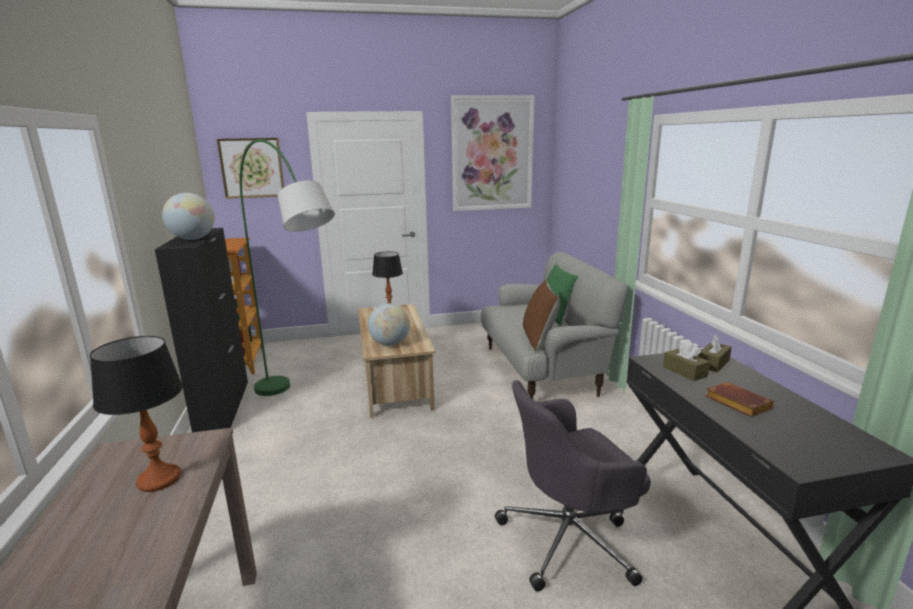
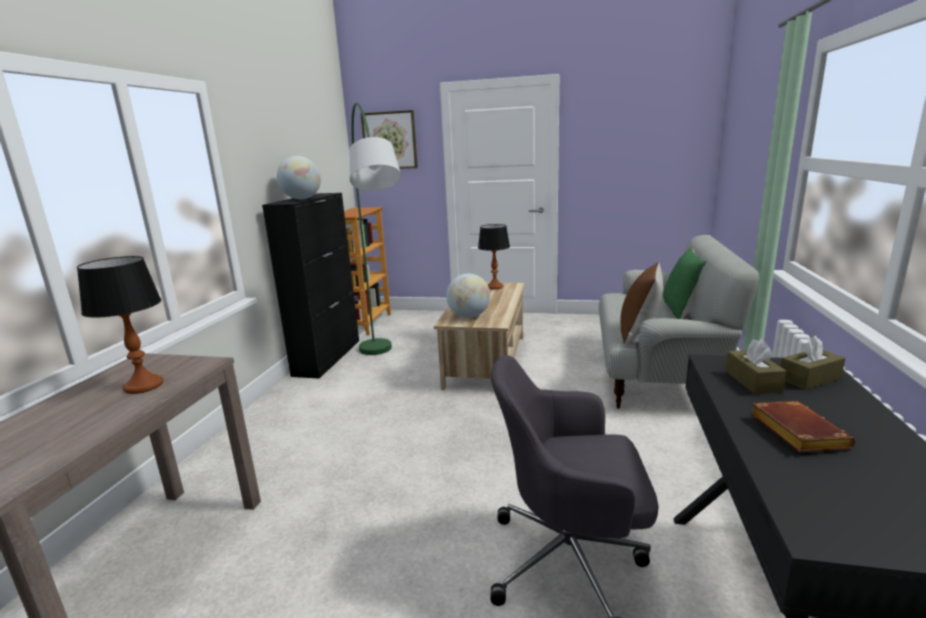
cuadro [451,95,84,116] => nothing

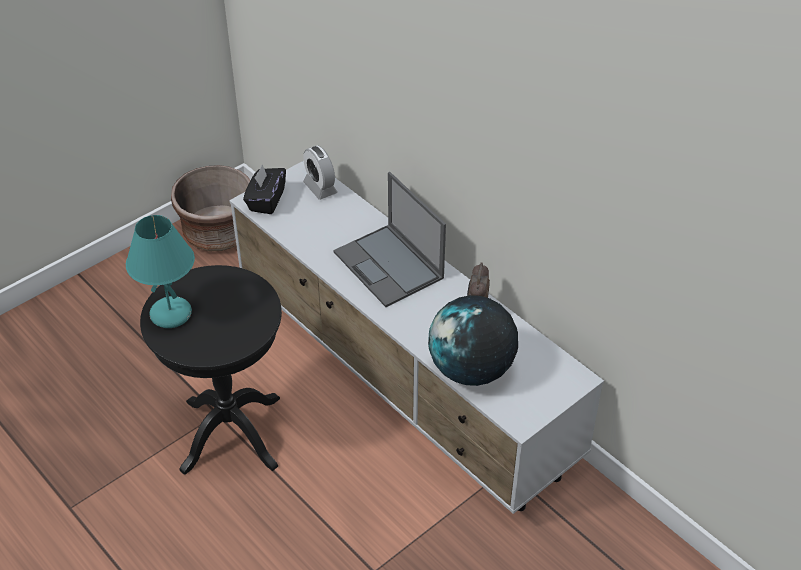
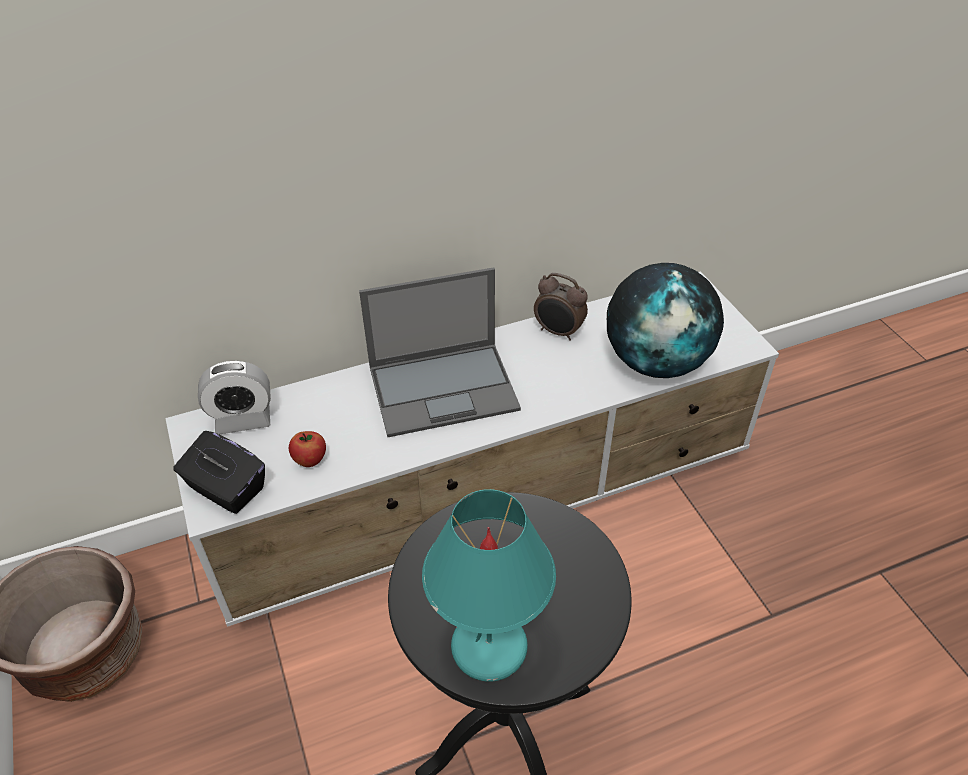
nothing => manzana [289,431,37,36]

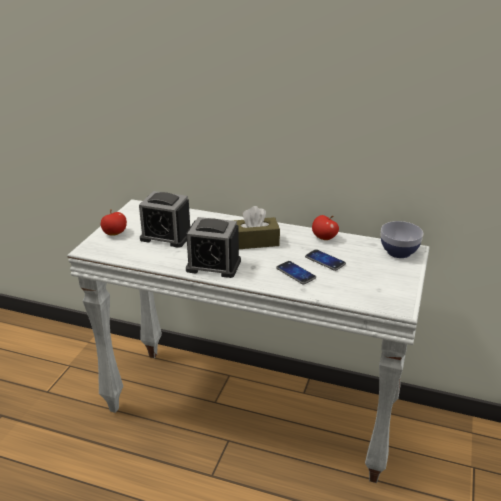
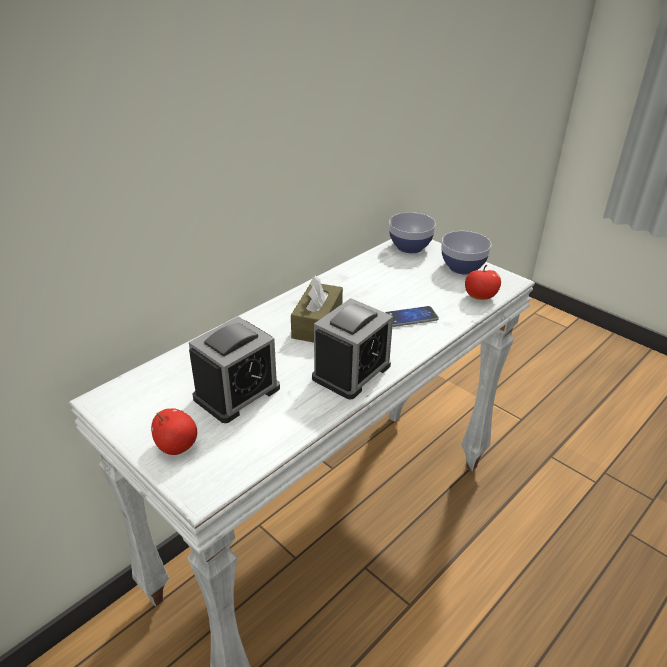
móvil [305,249,41,22] => nothing
nothing => cuenco [441,231,50,43]
manzana [312,215,27,25] => manzana [465,265,36,35], shifted

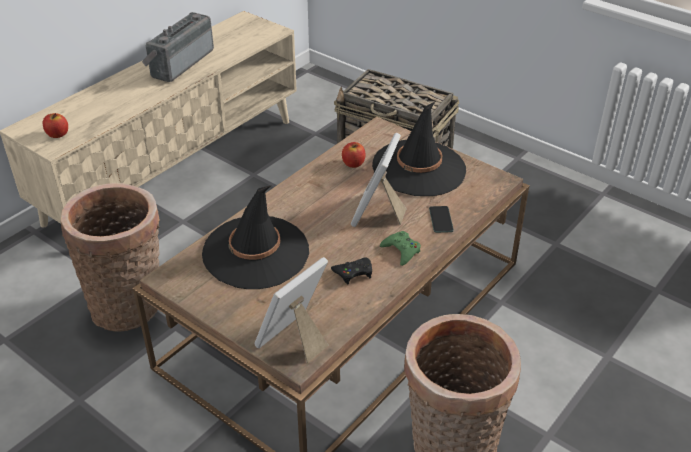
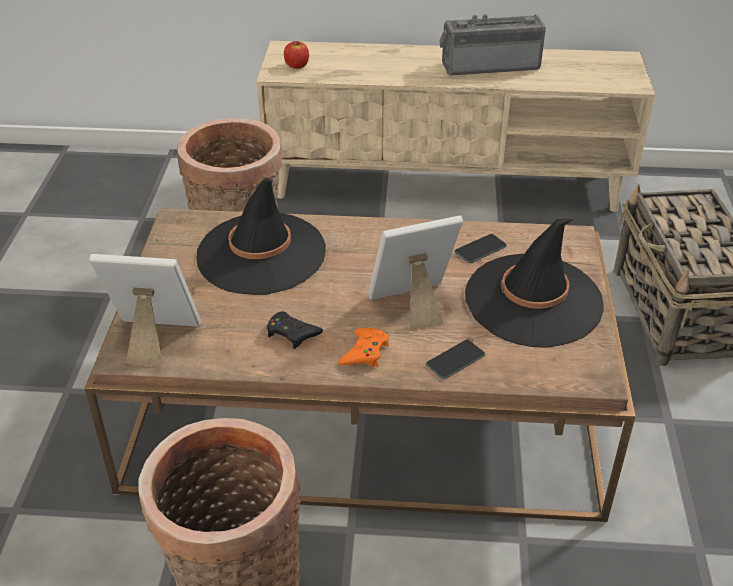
manzana [342,142,24,26] => móvil [454,234,53,29]
mando de consola [verde] [380,231,41,35] => mando de consola [naranja] [338,328,51,39]

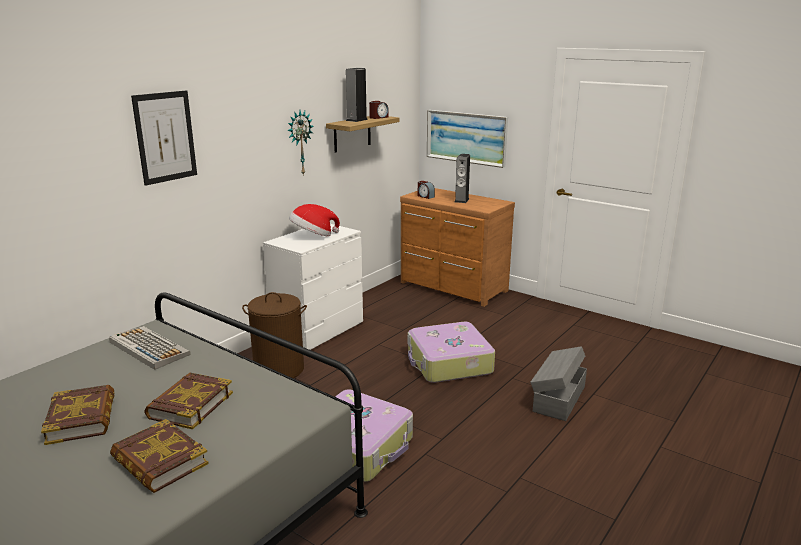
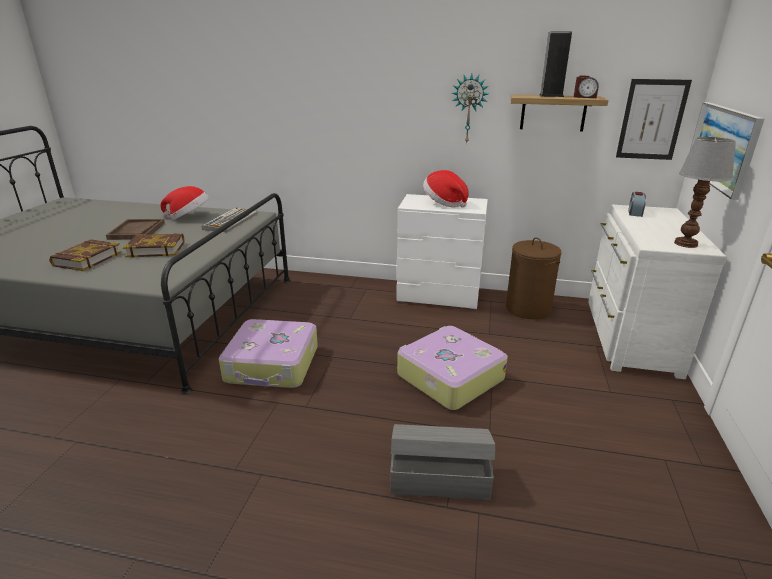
altavoz [455,154,15,49] => nothing
nothing => sombrero [160,186,49,33]
nothing => lámpara de mesa [674,137,62,111]
cuadro [131,90,66,96] => cuadro [616,79,76,81], shifted
cesto de la ropa [marrón] [242,292,65,86] => cesto de la ropa [marrón] [506,237,56,82], shifted
libro [41,385,73,60] => bandeja [marrón] [106,219,59,21]
cómoda [marrón] [400,188,115,119] => cómoda [blanco] [588,205,139,174]

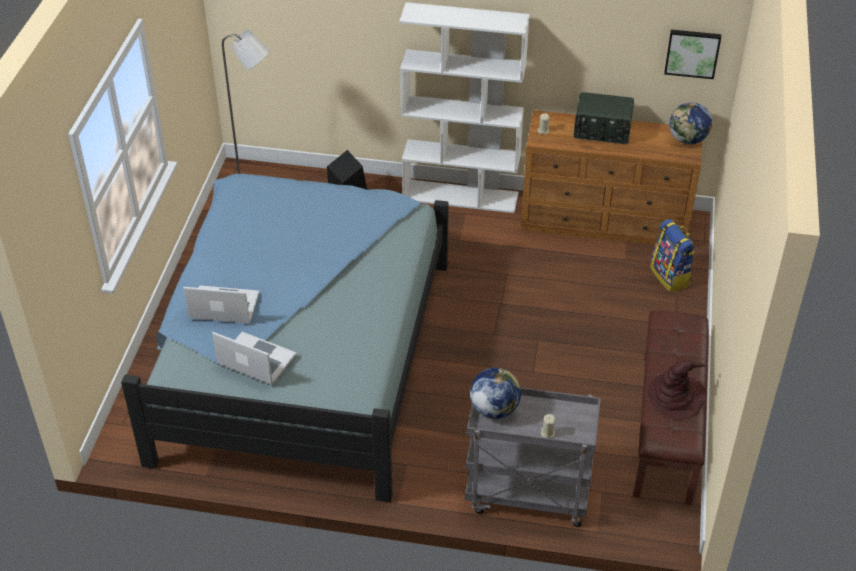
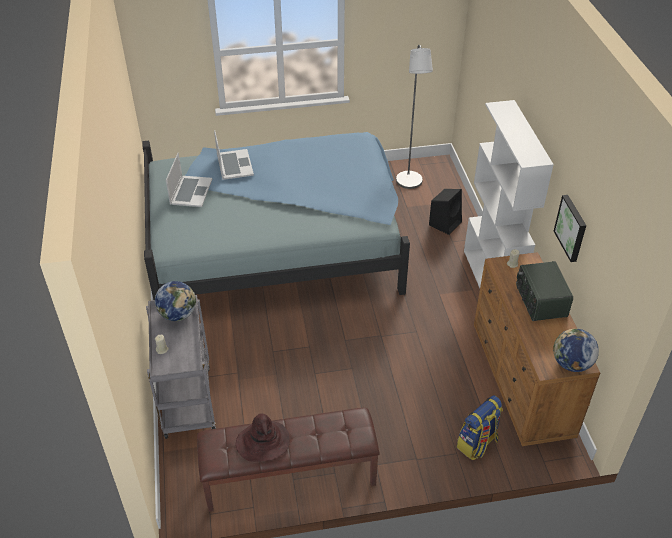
cuadro [664,30,57,49] => cuadro [554,195,32,67], shifted

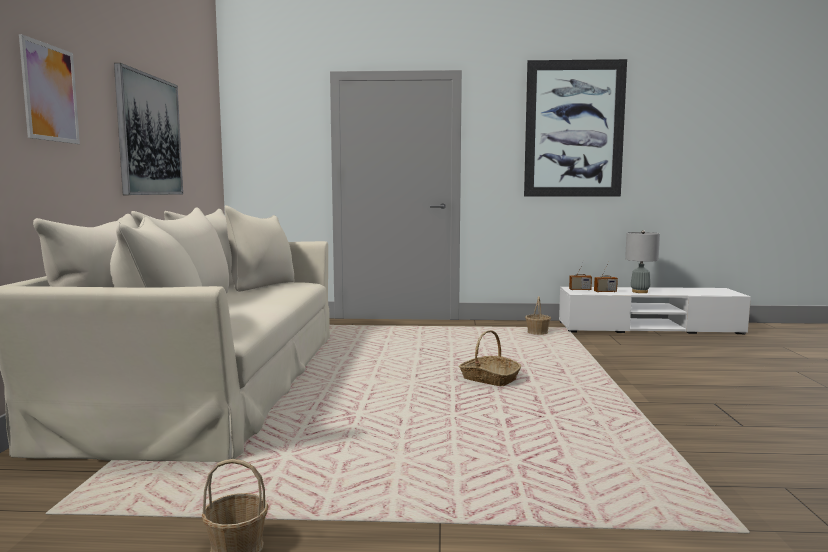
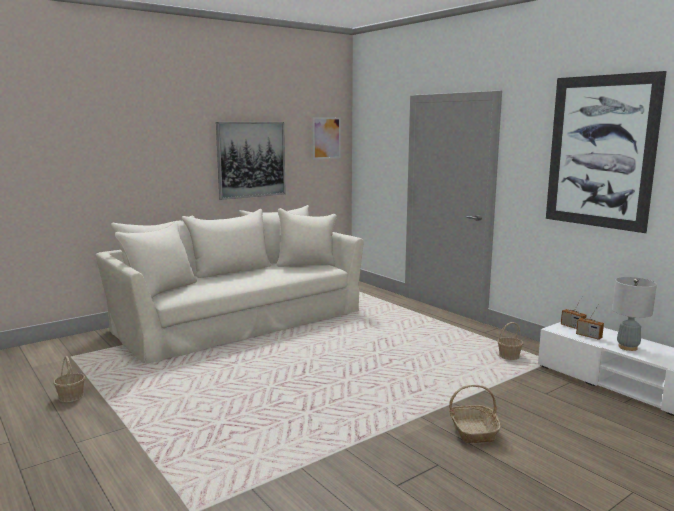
cuadro [19,34,61,110] => cuadro [312,117,29,43], shifted
cesta [459,330,62,56] => cesta [449,385,52,58], shifted

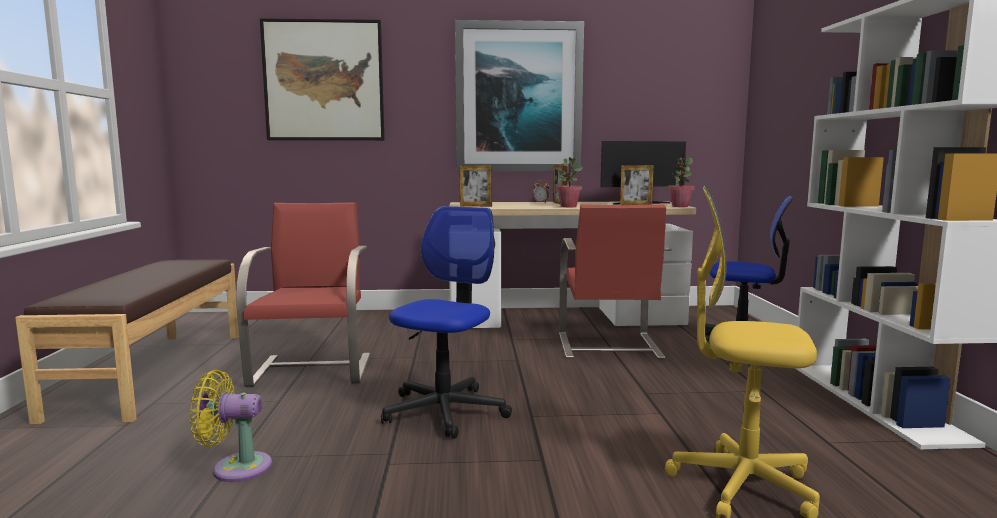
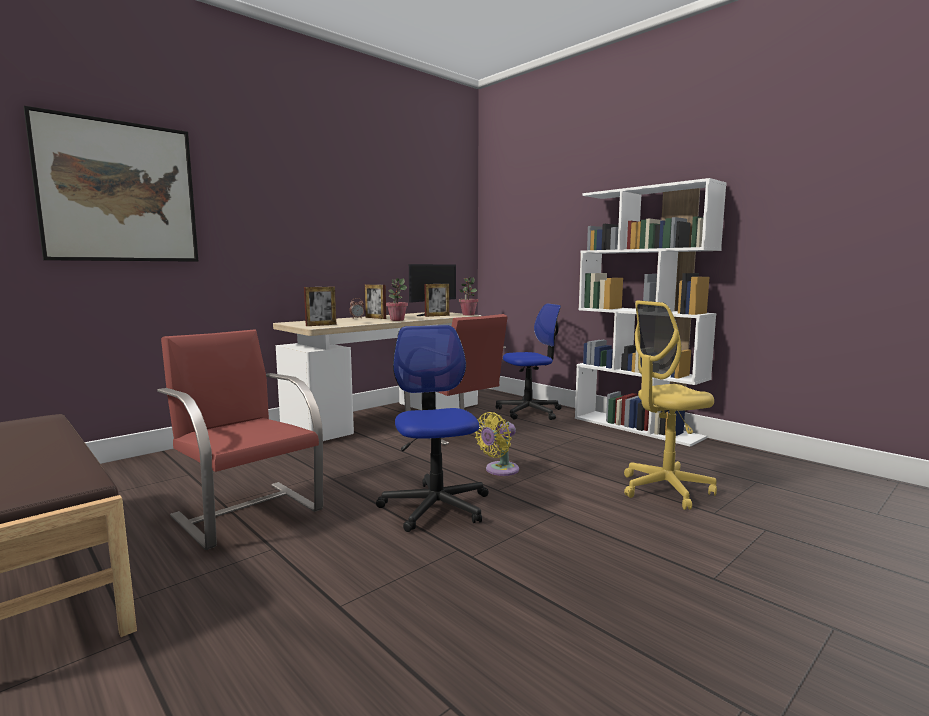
cuadro [455,20,129,152] => nothing
ventilador [amarillo] [190,370,82,112] => ventilador [amarillo] [475,412,44,64], shifted

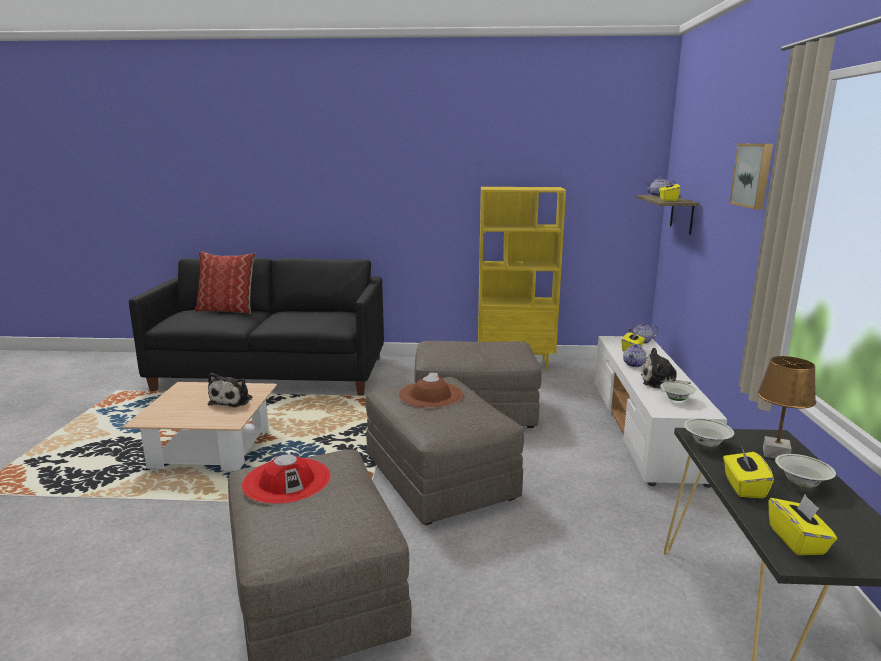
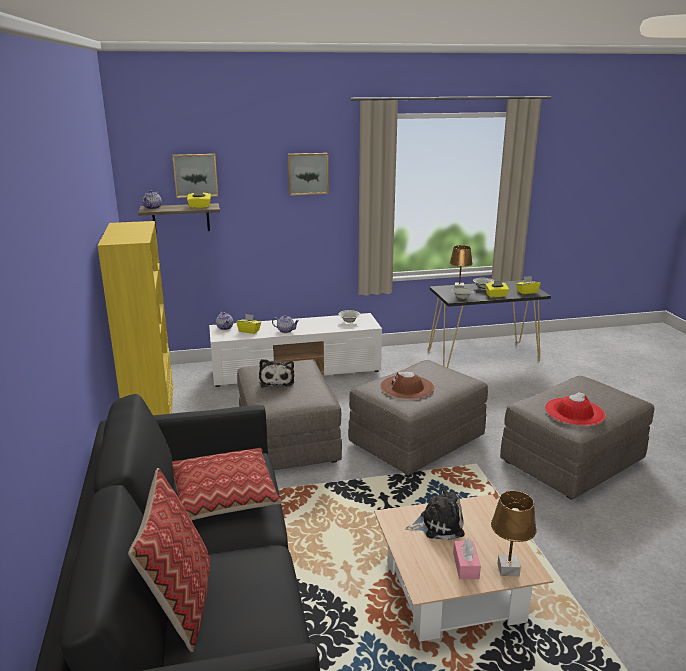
nothing => cuadro [172,154,46,44]
nothing => cojín [172,448,110,72]
nothing => caja de pañuelos [rosa] [453,538,28,41]
nothing => lámpara de mesa [marrón] [491,491,46,85]
peluche [641,348,50,41] => peluche [259,359,35,29], shifted

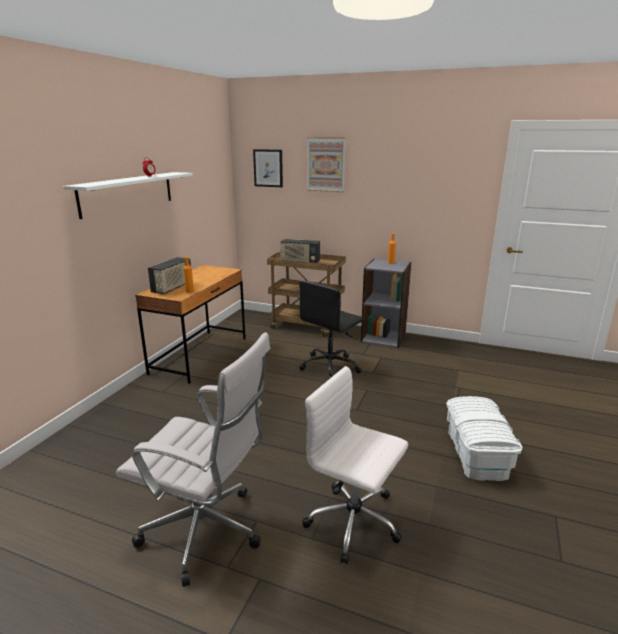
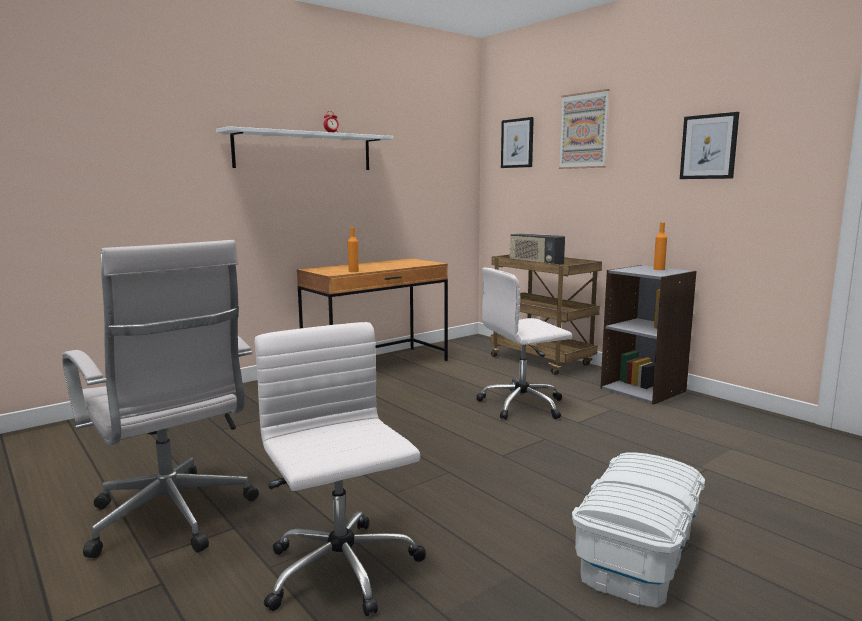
radio [148,257,43,37] => nothing
nothing => cuadro [680,112,59,67]
silla de oficina [negro] [299,281,65,99] => silla de oficina [blanco] [476,268,96,152]

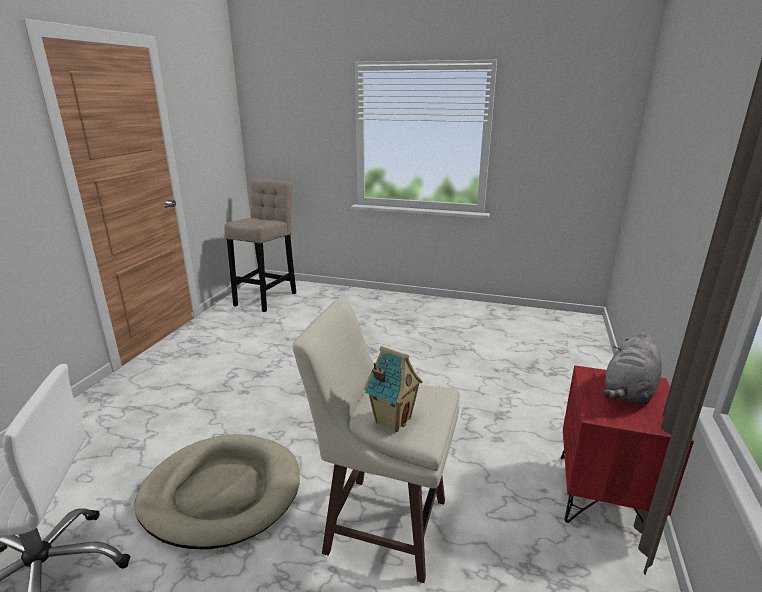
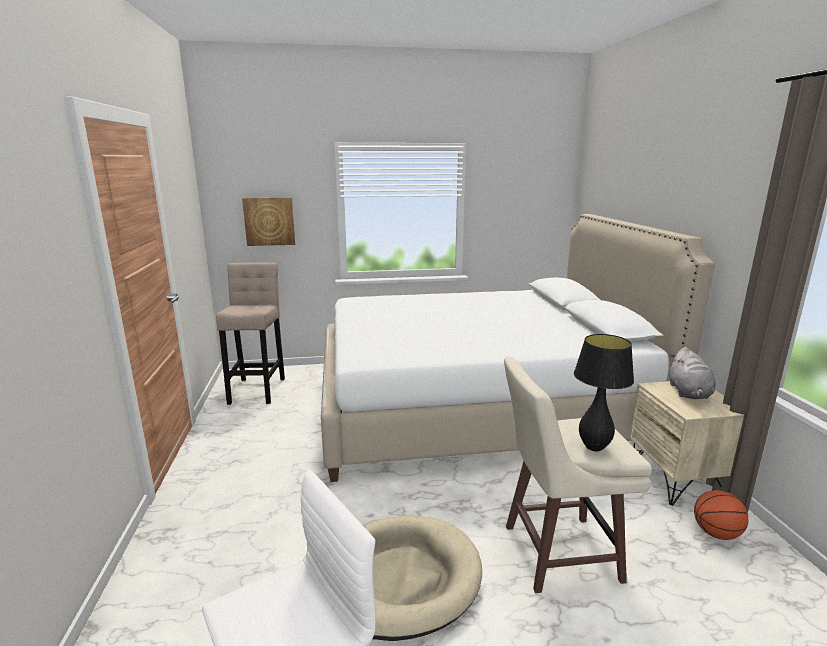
nothing => cuadro [242,197,53,49]
nothing => cama [blanco] [321,214,394,268]
nothing => balón de baloncesto [694,490,55,50]
casita [364,346,59,86] => lámpara de mesa [negro] [574,334,60,118]
mesita de noche [rojo] [561,366,133,157] => mesita de noche [beis] [629,381,115,125]

